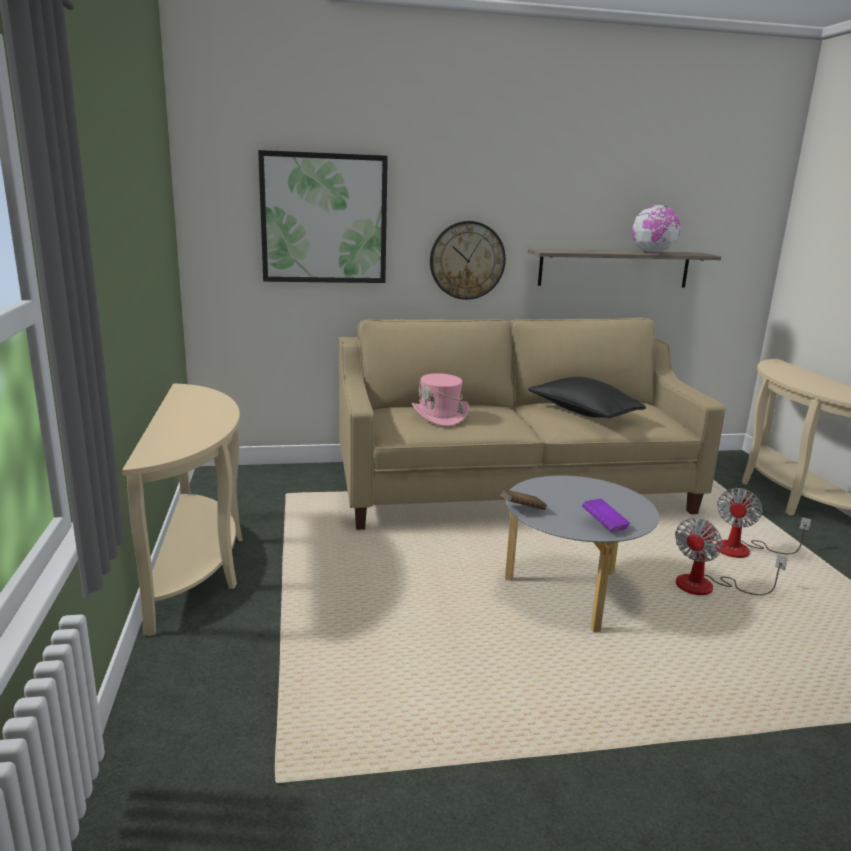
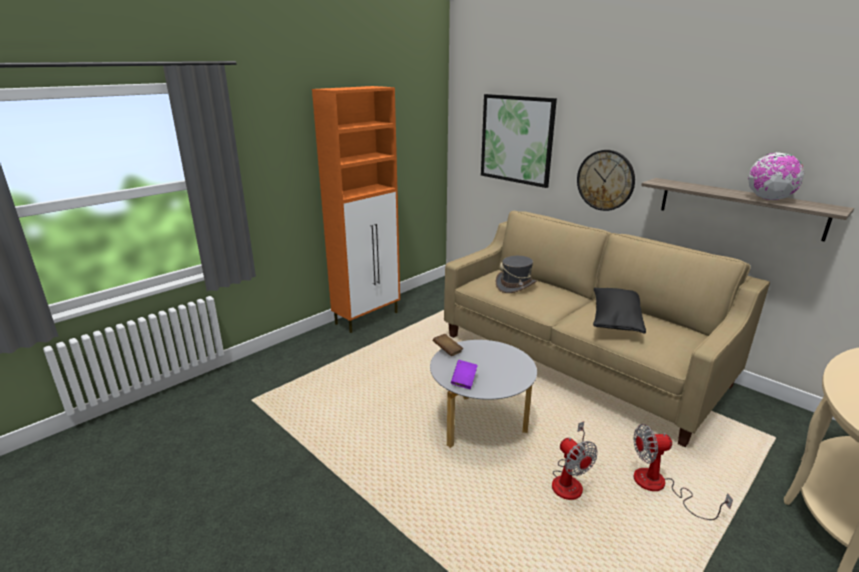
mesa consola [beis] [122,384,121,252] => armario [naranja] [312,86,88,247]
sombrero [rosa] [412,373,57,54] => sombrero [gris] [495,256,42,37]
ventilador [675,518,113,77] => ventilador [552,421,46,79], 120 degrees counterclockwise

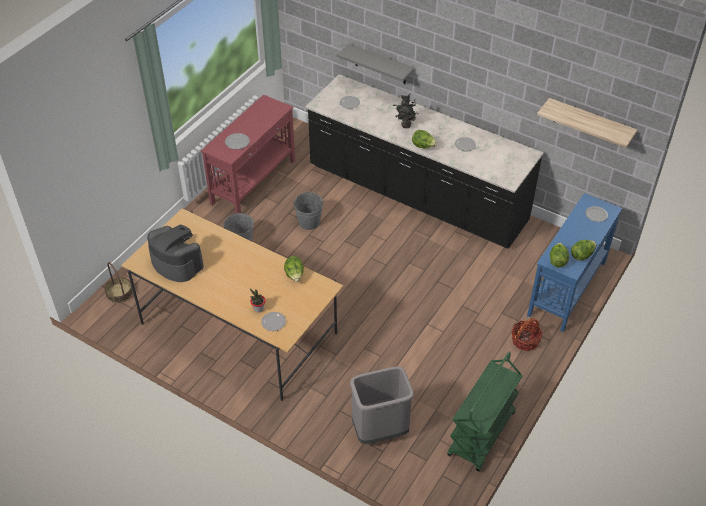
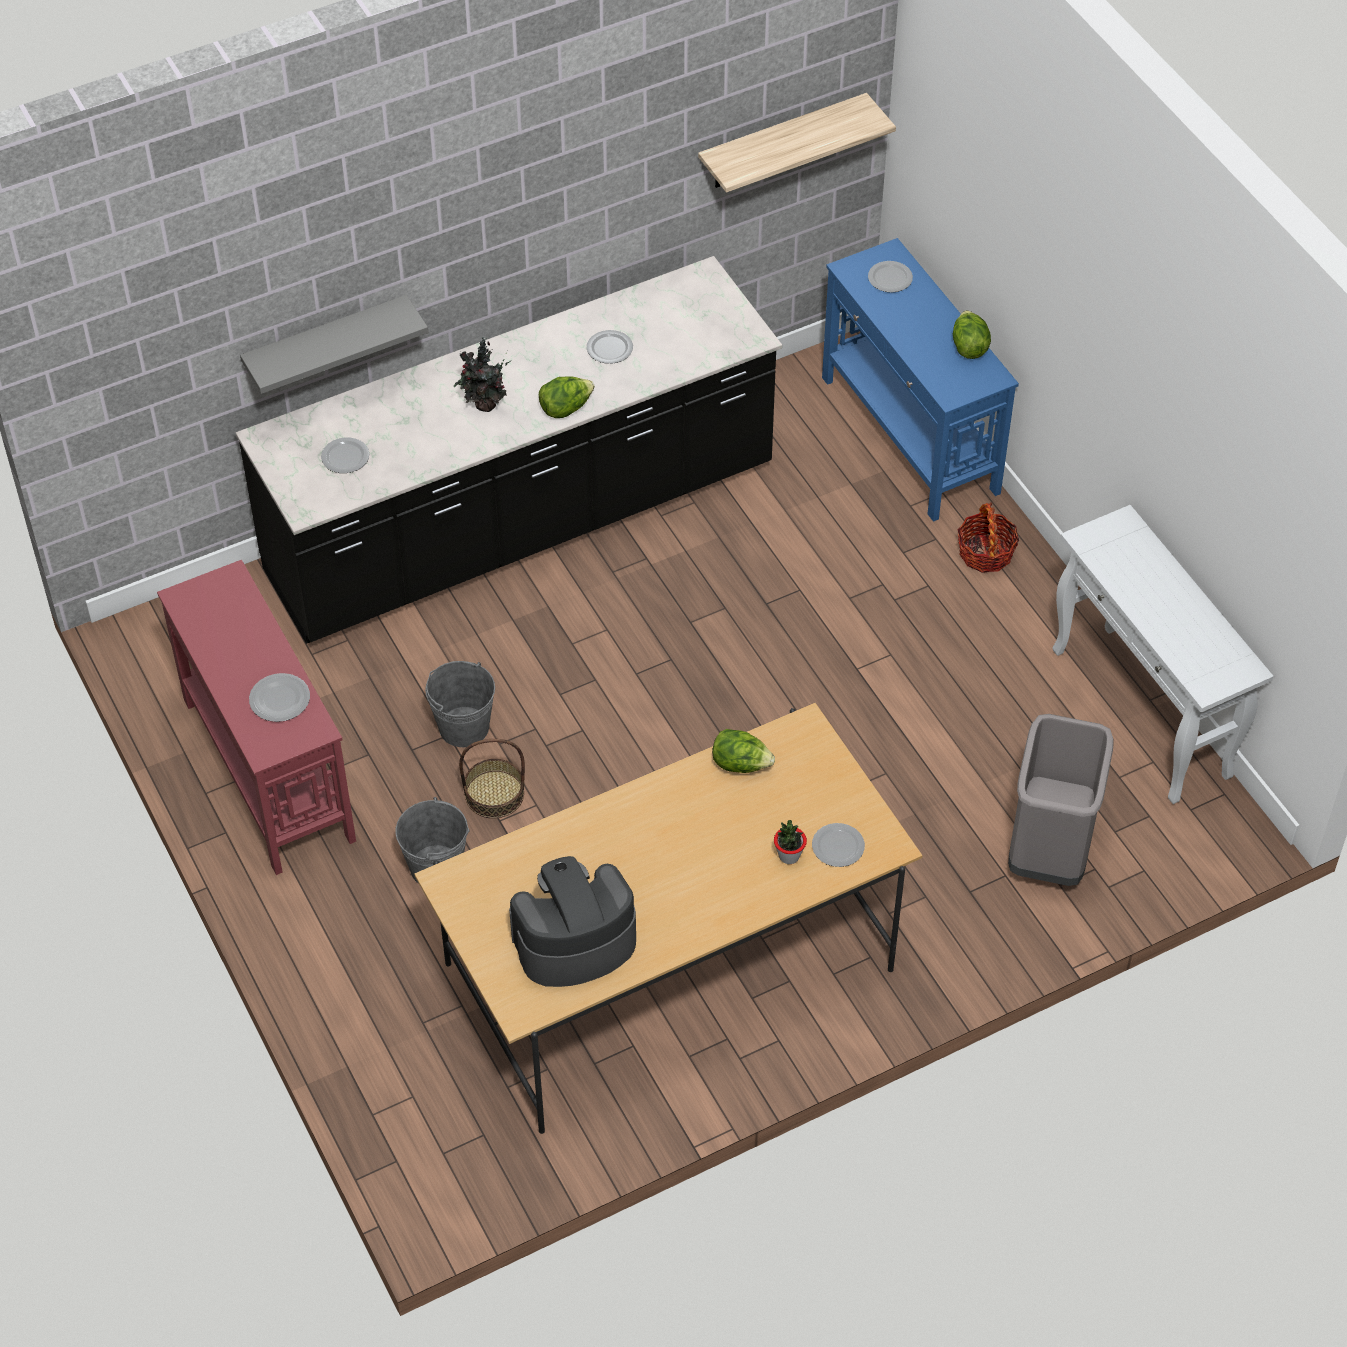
lechuga [550,243,19,24] => nothing
cesta [105,262,28,41] => cesta [459,739,66,80], shifted
carrito [verde] [447,352,76,120] => mesa consola [blanco] [1052,505,221,299]

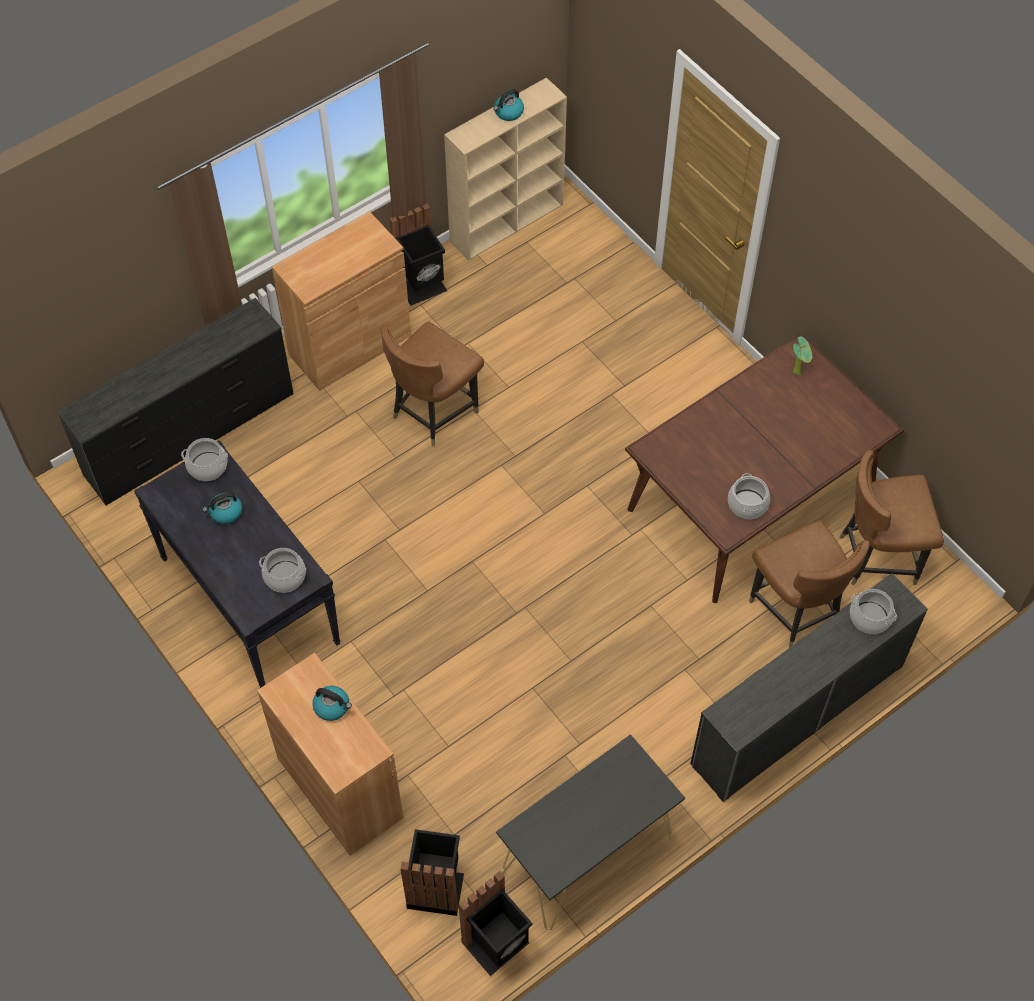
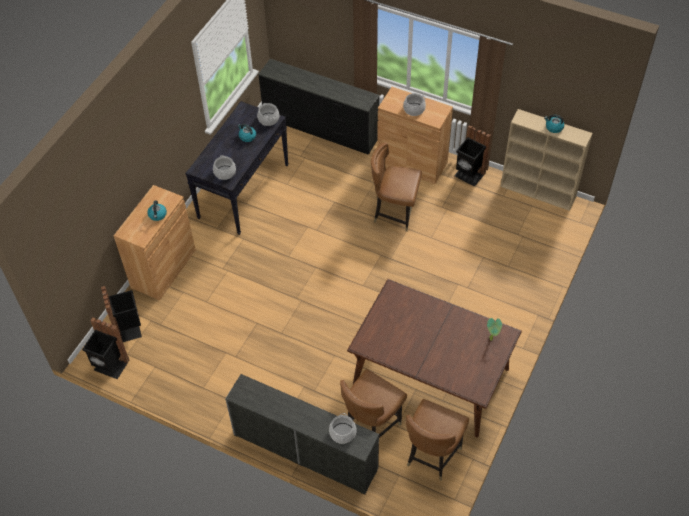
mesa consola [negro] [496,734,189,196] => nothing
olla [728,473,42,46] => olla [403,93,23,23], shifted
silla [marrón] [839,450,105,135] => silla [marrón] [406,399,63,82], 120 degrees counterclockwise

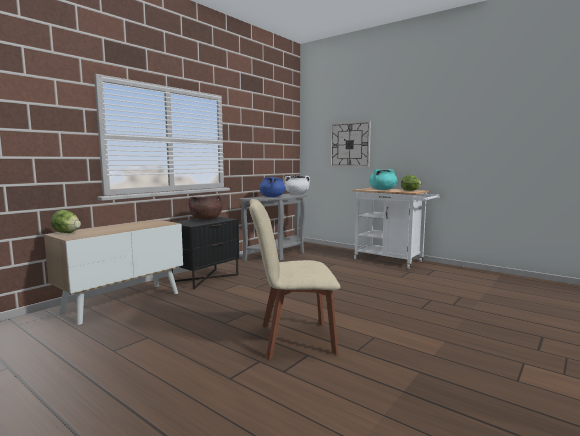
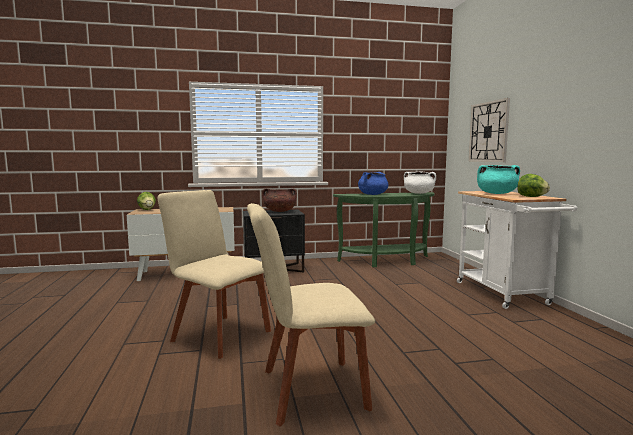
nothing => silla [beis] [247,203,128,224]
mesa consola [gris] [238,193,69,68] => mesa consola [verde] [333,192,102,75]

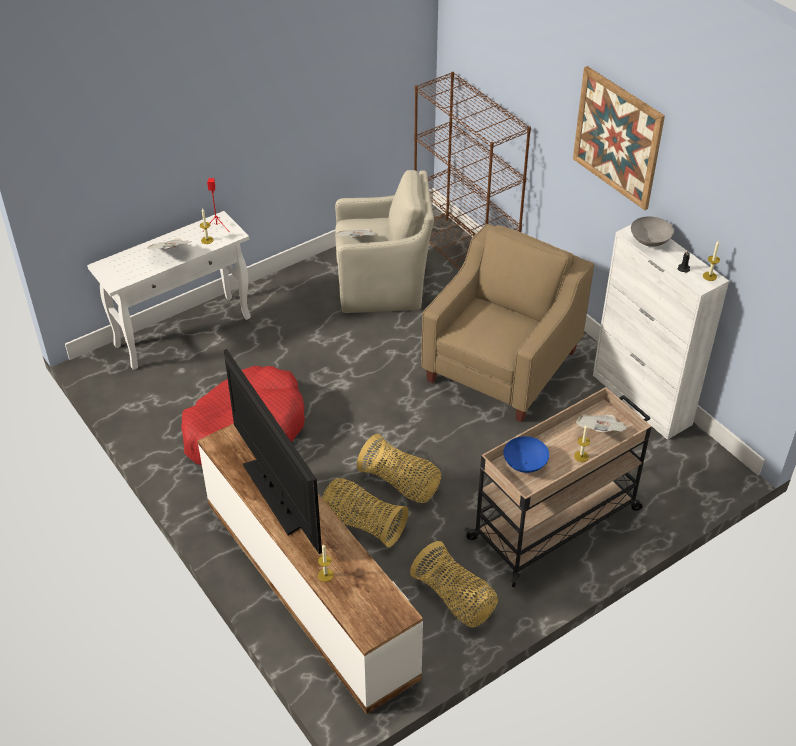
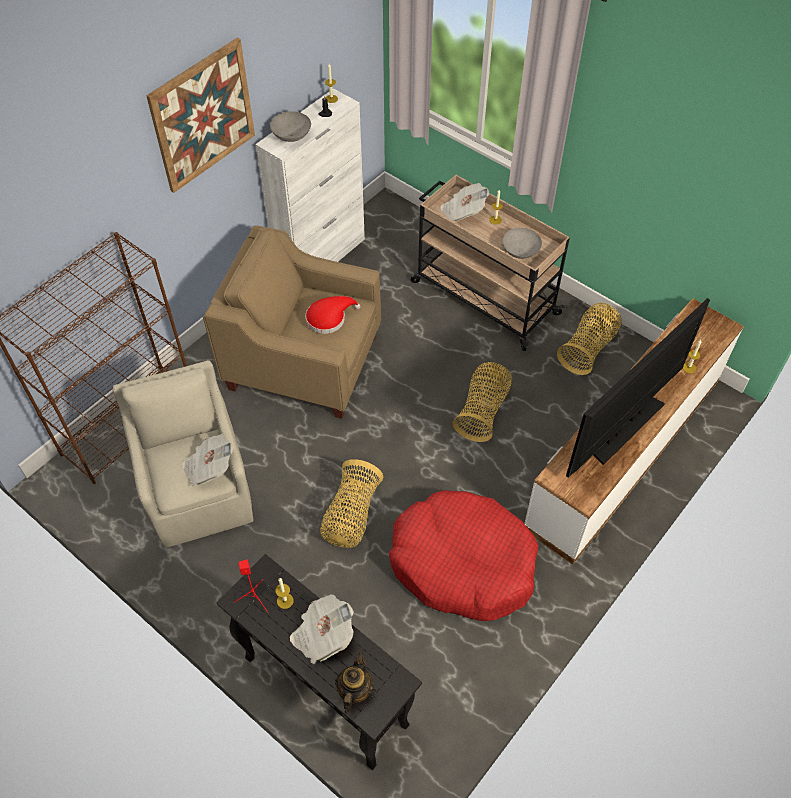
nothing => sombrero [rojo] [306,296,55,38]
nothing => tetera [335,652,39,62]
cesta [322,478,86,69] => cesta [320,459,63,89], shifted
mesa consola [blanco] [87,211,164,159] => mesa consola [negro] [217,554,205,216]
cuenco [azul] [504,436,45,37] => cuenco [gris] [502,228,40,31]

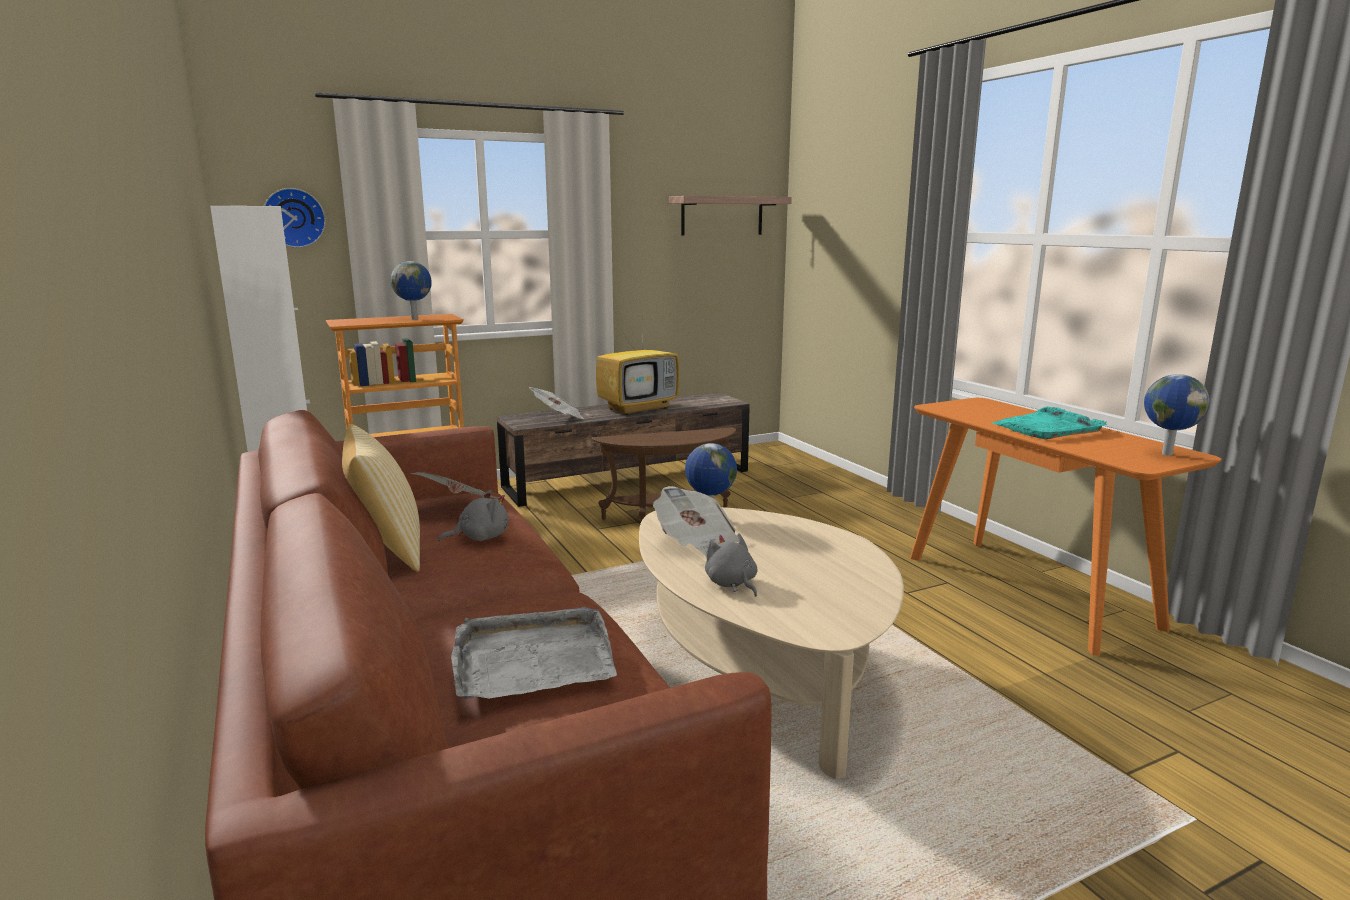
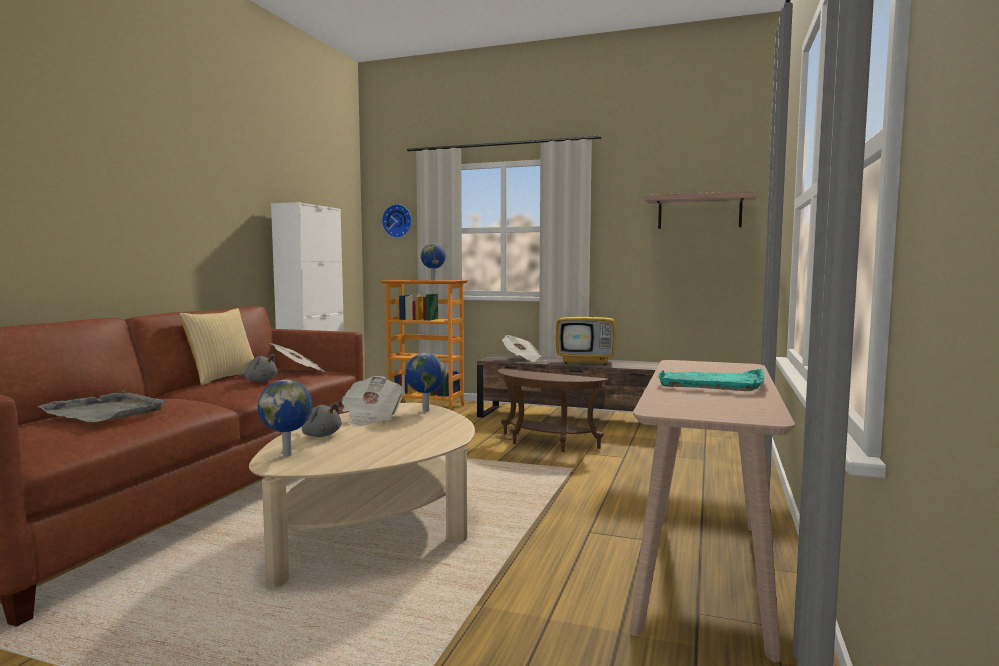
globo terráqueo [1144,374,66,82] => globo terráqueo [258,380,55,76], shifted
mesa consola [naranja] [910,398,312,258] => mesa consola [beis] [629,360,166,302]
peluche [gris] [705,533,52,64] => peluche [gris] [299,402,43,35], 105 degrees clockwise

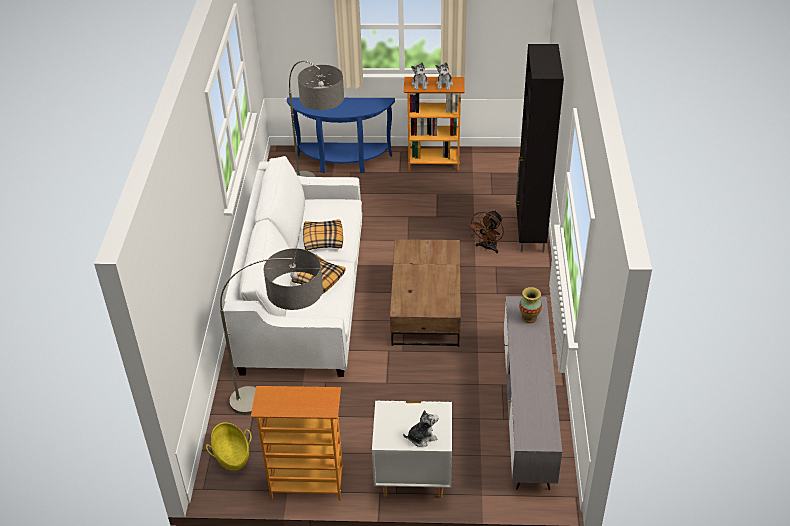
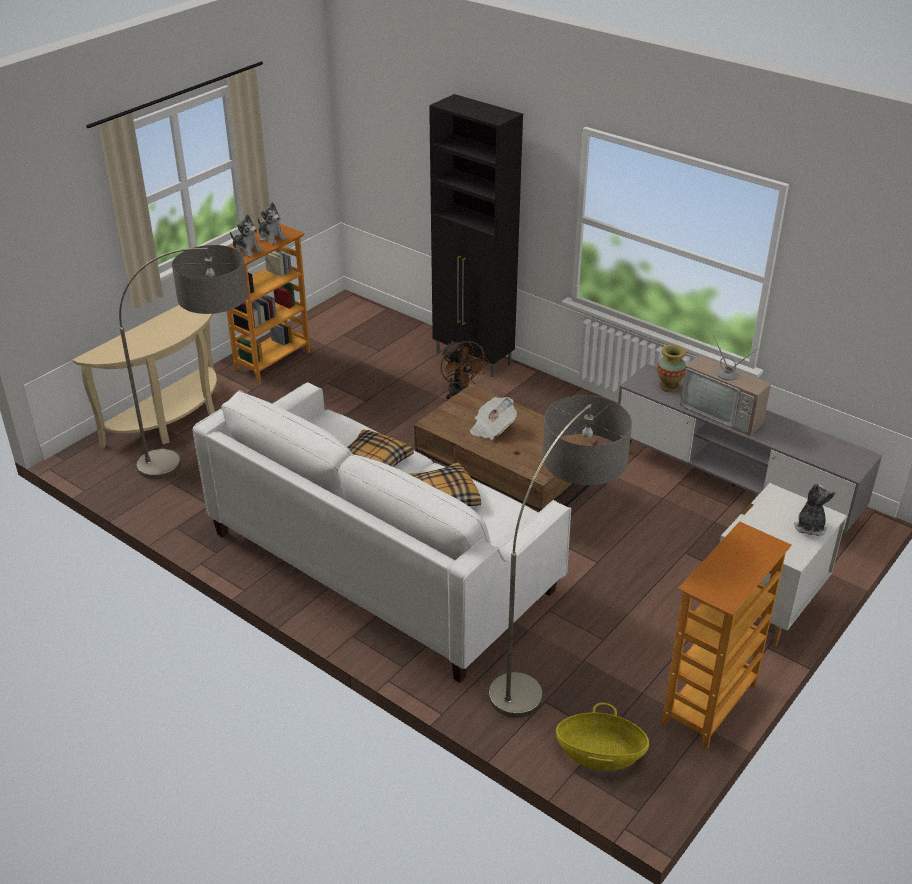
nothing => periódico [470,397,47,43]
nothing => televisor [680,331,91,105]
mesa consola [azul] [287,97,108,76] => mesa consola [beis] [73,305,144,143]

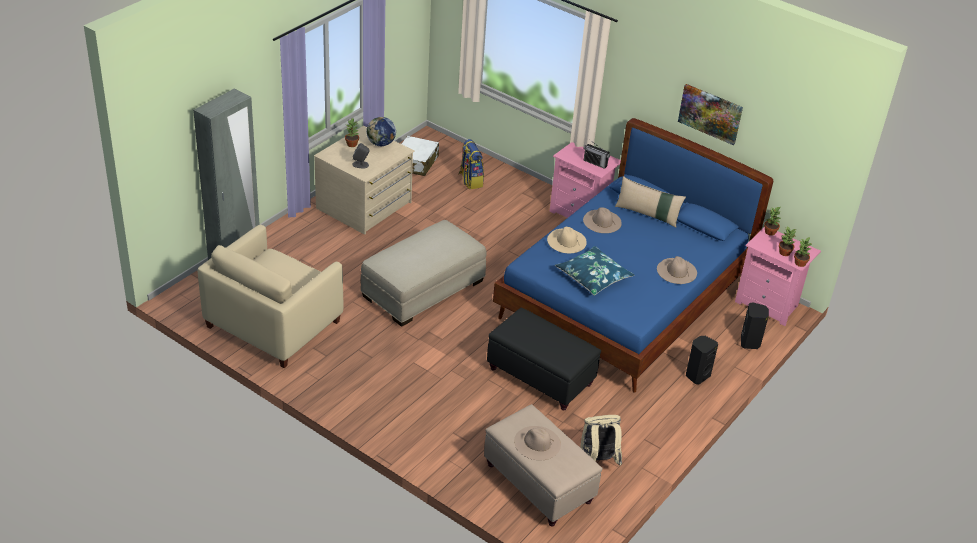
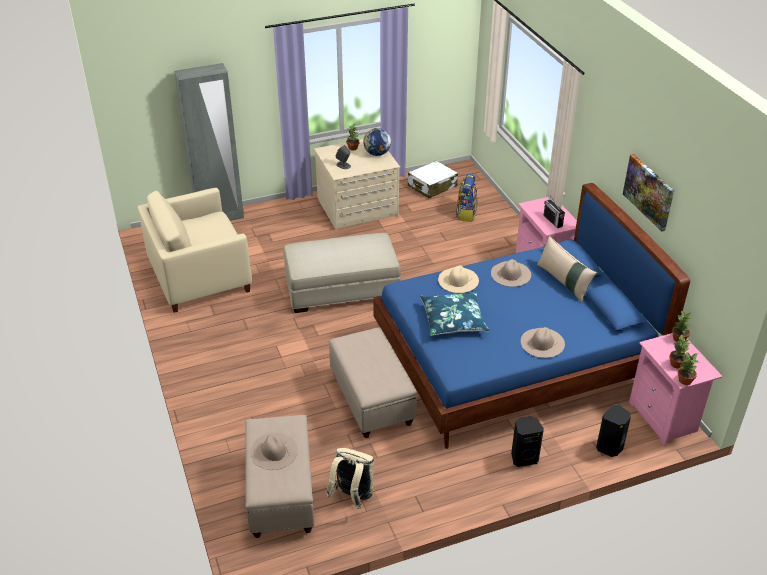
puf [negro] [487,307,114,103] => puf [beis] [329,327,88,111]

